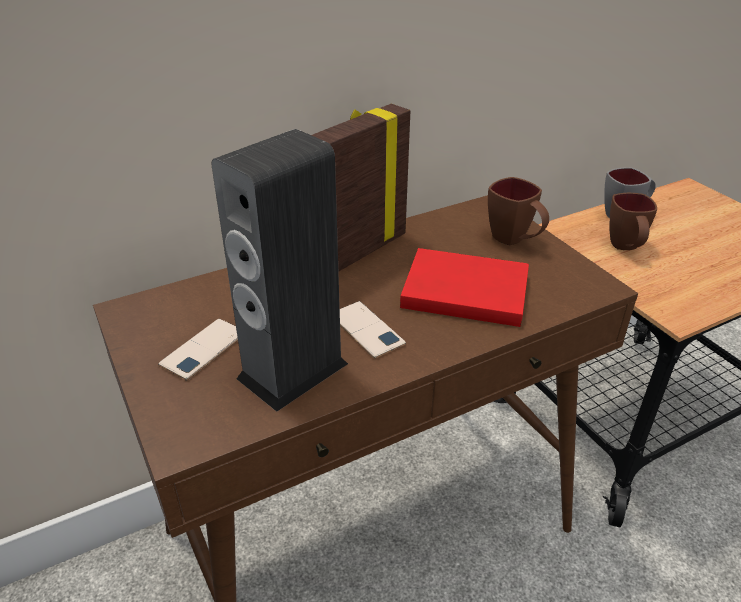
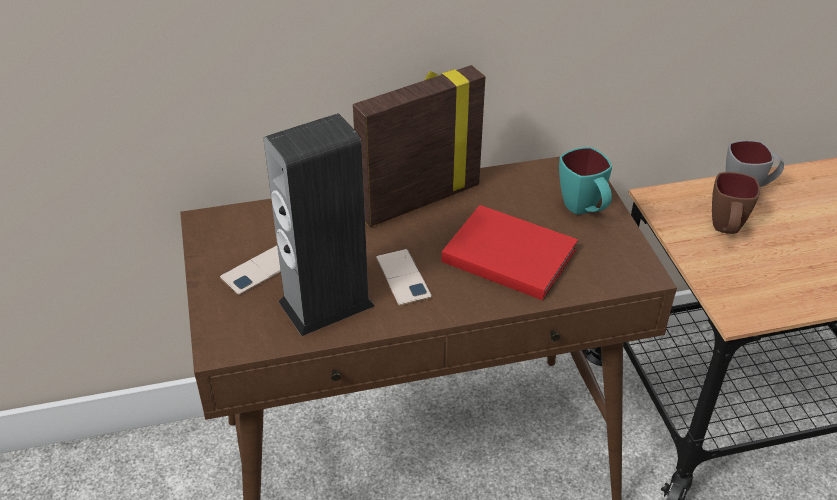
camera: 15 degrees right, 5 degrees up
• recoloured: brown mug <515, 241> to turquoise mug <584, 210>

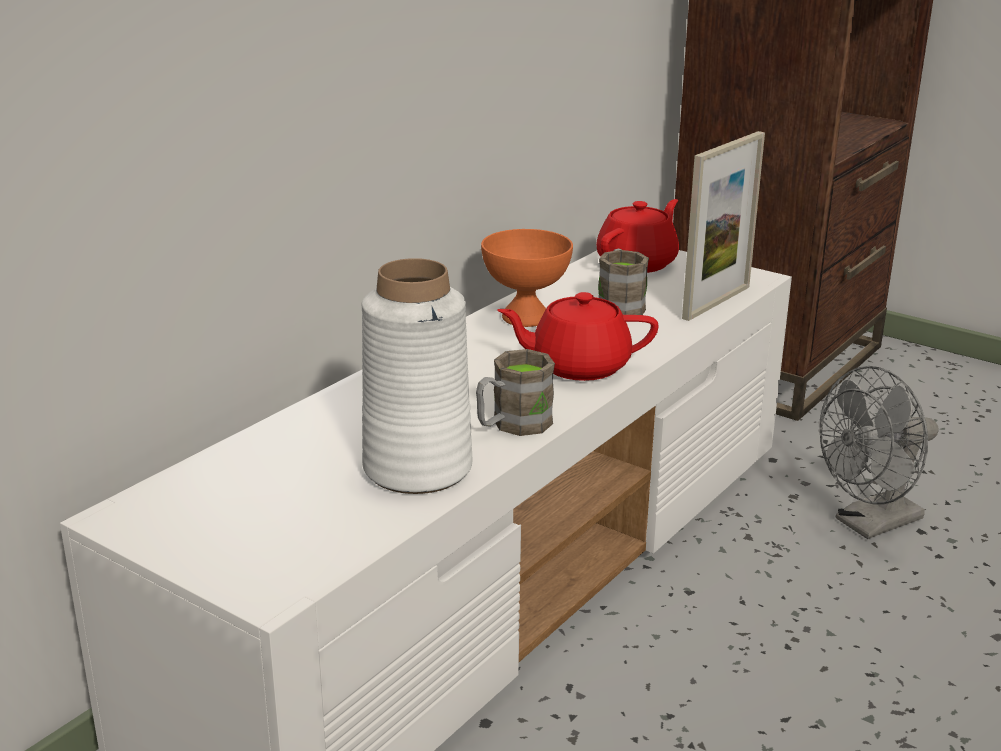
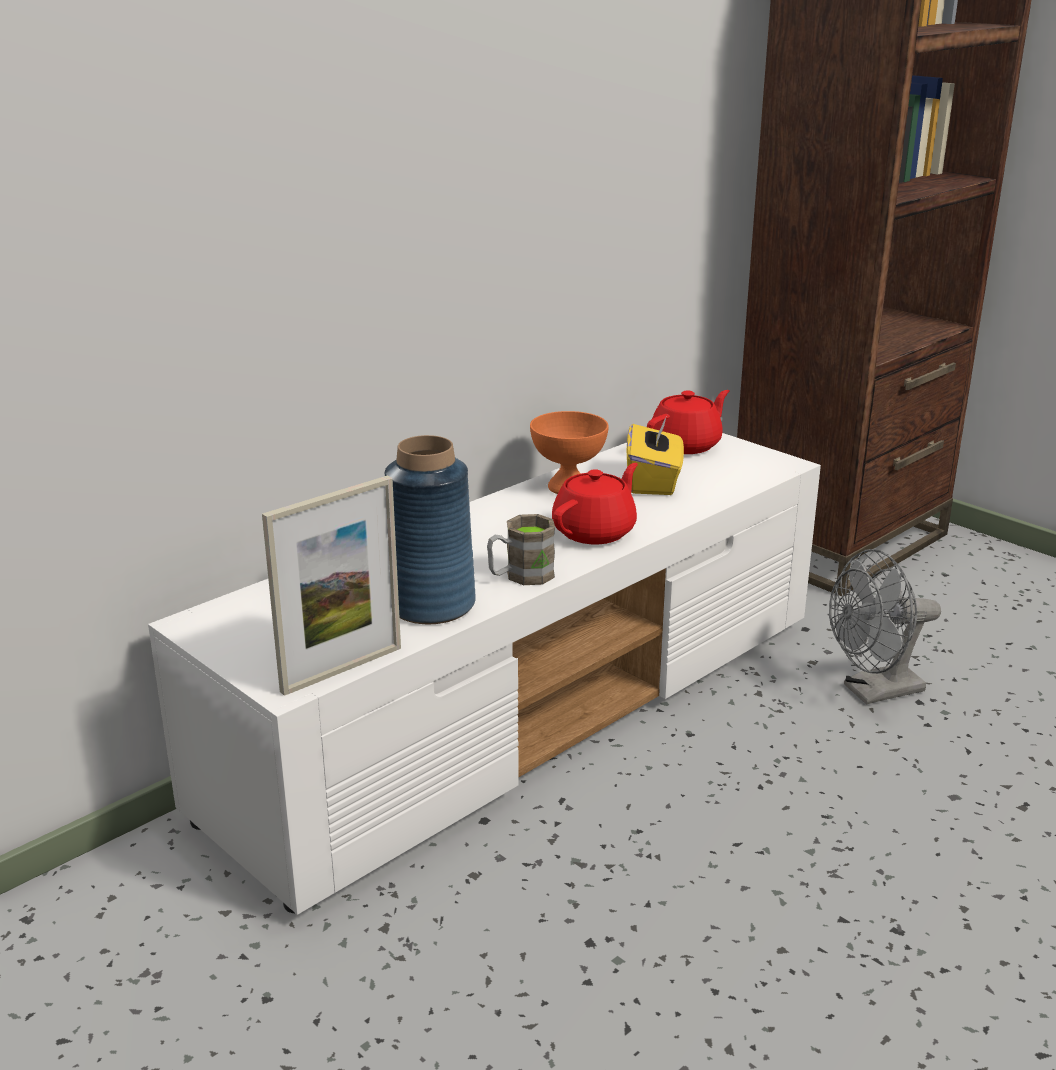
camera: 10 degrees right, 0 degrees up
• moved: picture frame <716, 302> to <342, 669>
• replaced: brown mug <619, 305> to yellow tissue box <653, 482>
• recoloured: white vase <417, 468> to blue vase <431, 604>
• turned: red teapot <578, 366> = <595, 531> 120 degrees clockwise

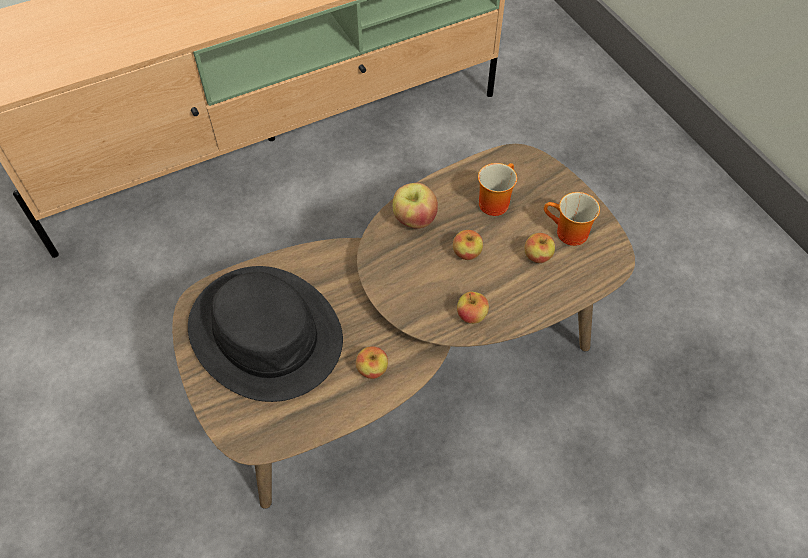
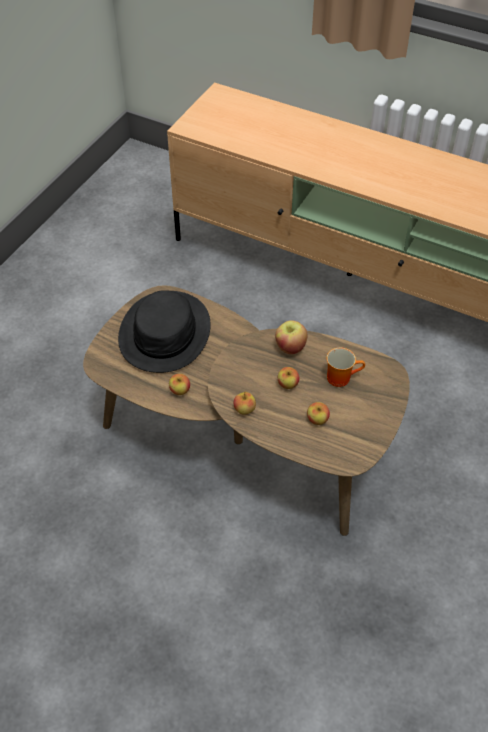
camera: 55 degrees right, 5 degrees down
• removed: mug <567, 234>

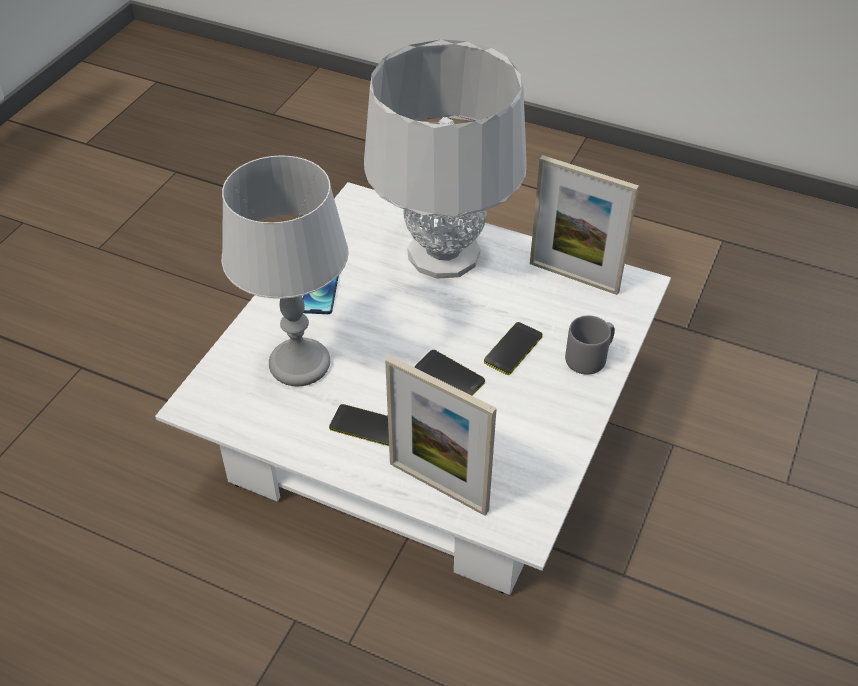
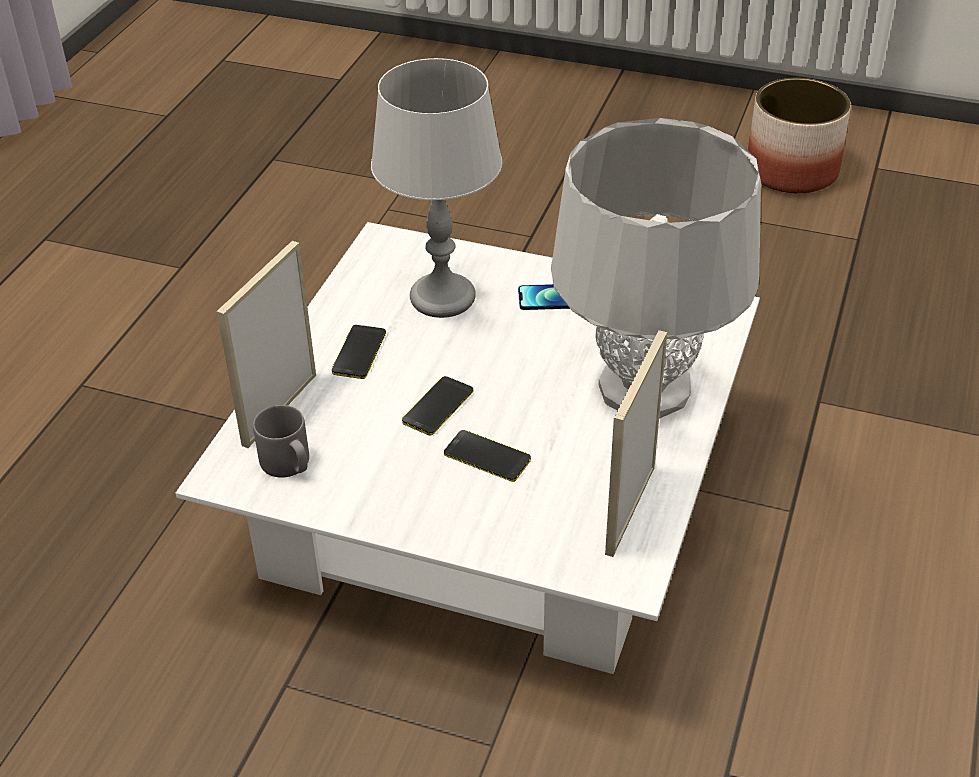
camera: 85 degrees right, 5 degrees down
• added: planter <792, 171>
• moved: grey mug <589, 358> to <288, 465>

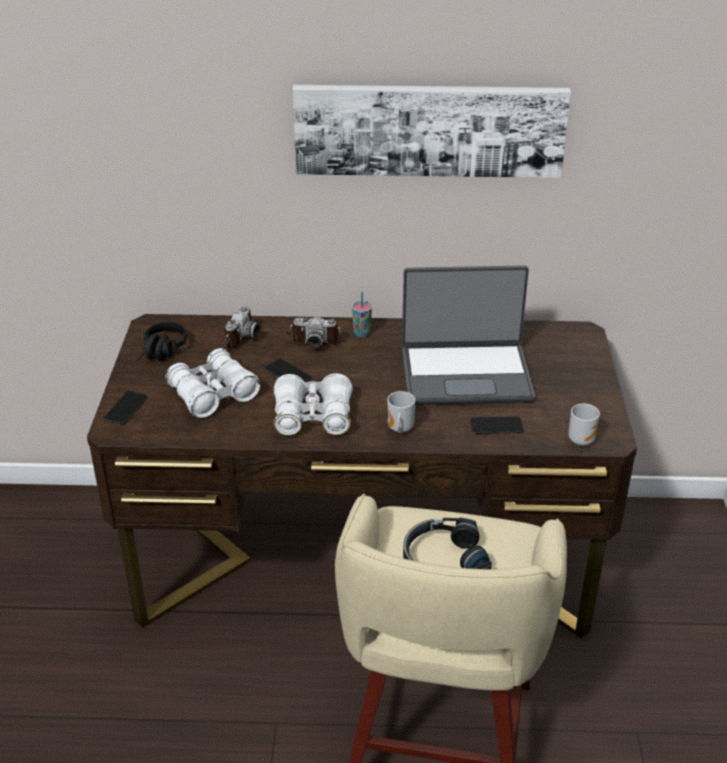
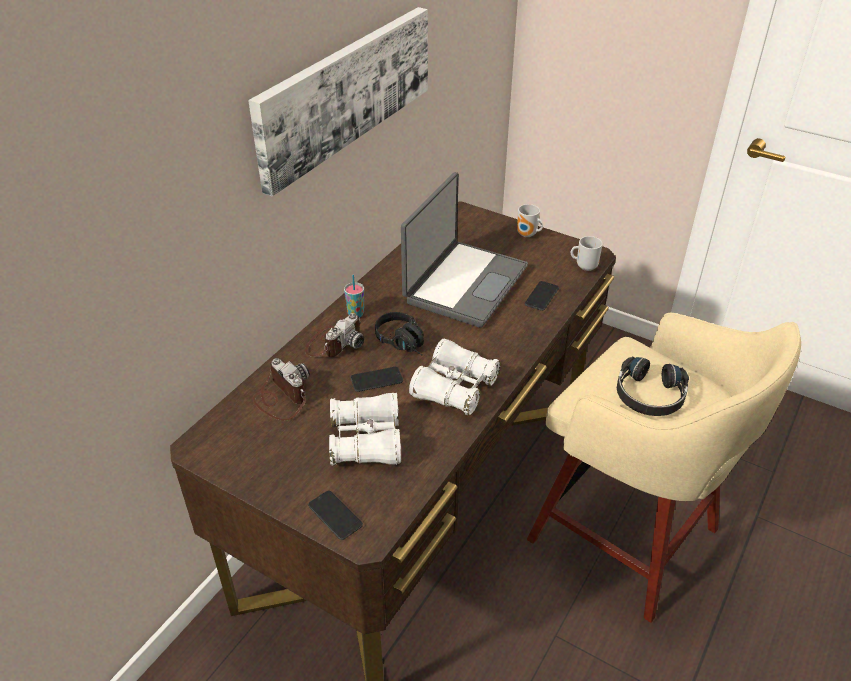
camera: 60 degrees left, 5 degrees up
• moved: black headphones <161, 353> to <405, 343>
• moved: mug <399, 429> to <527, 235>

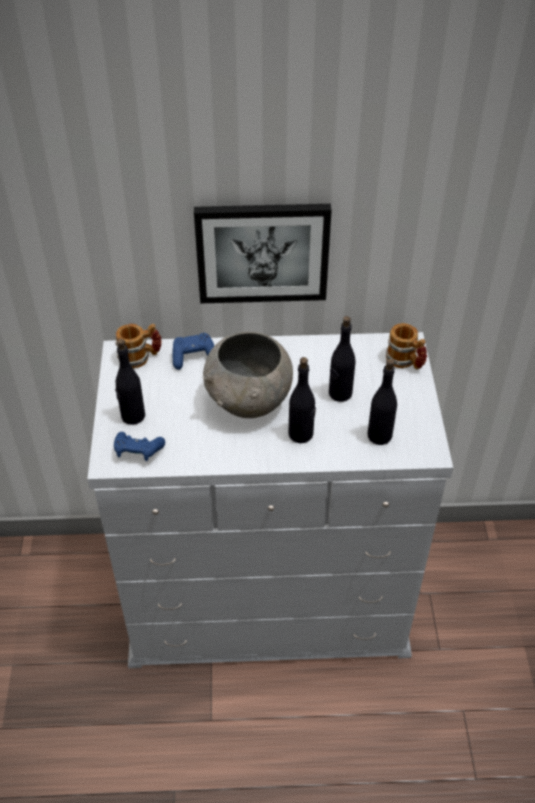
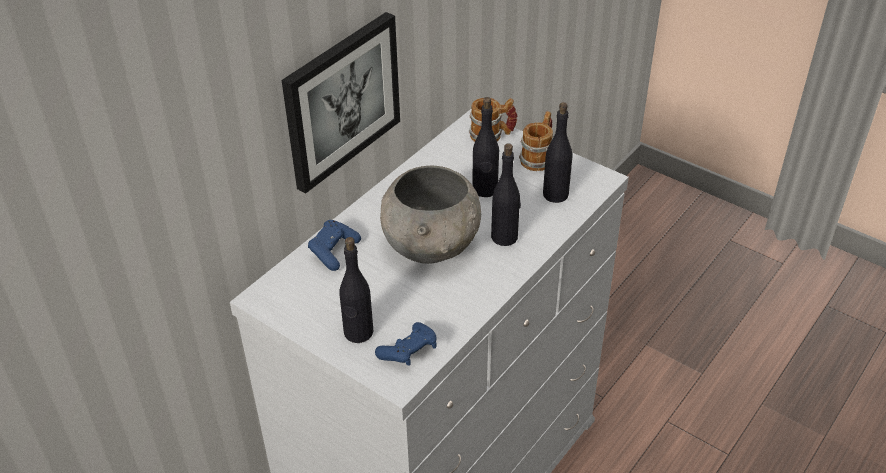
camera: 50 degrees left, 5 degrees down
• moved: mug <140, 357> to <538, 157>

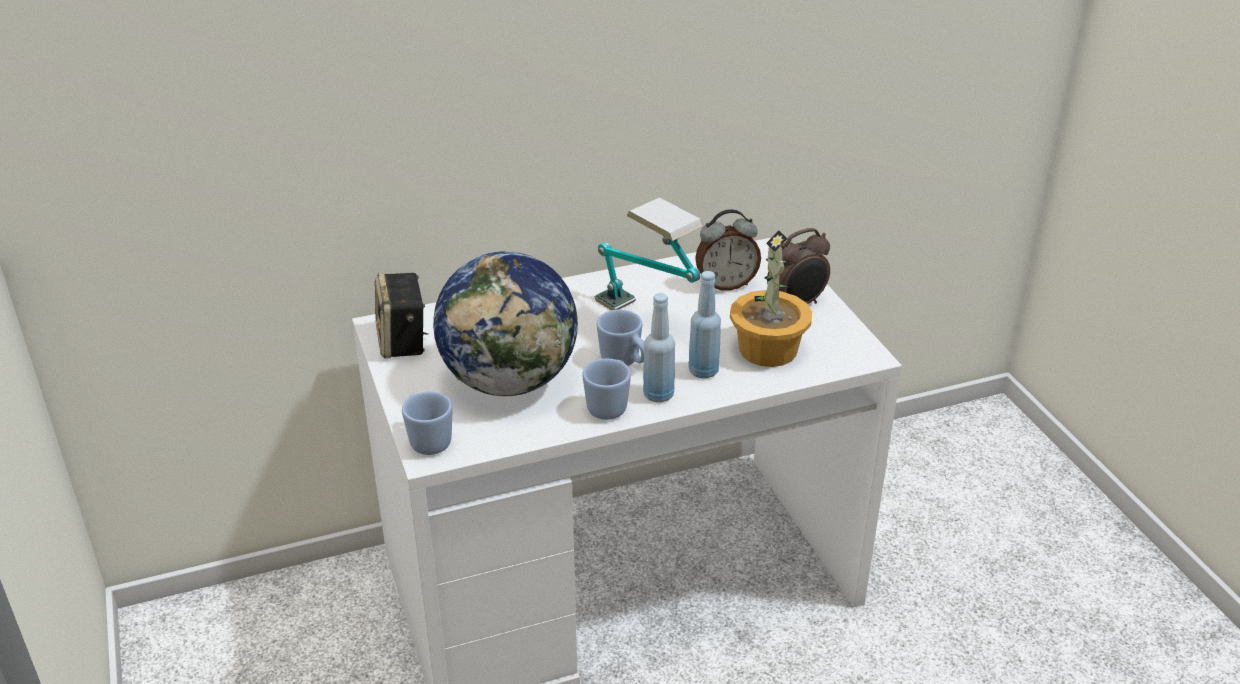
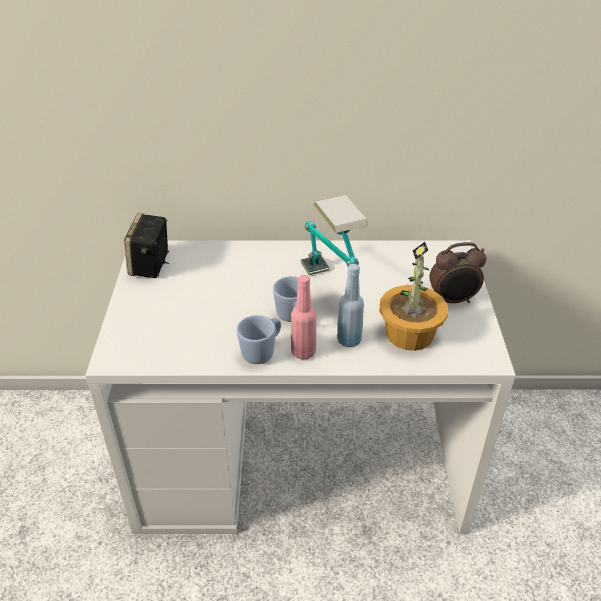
camera: 20 degrees right, 5 degrees up
• removed: blue mug <427, 440>
• removed: globe <510, 381>
• removed: alarm clock <726, 284>
• recoloured: blue bottle <658, 395> to pink bottle <303, 352>

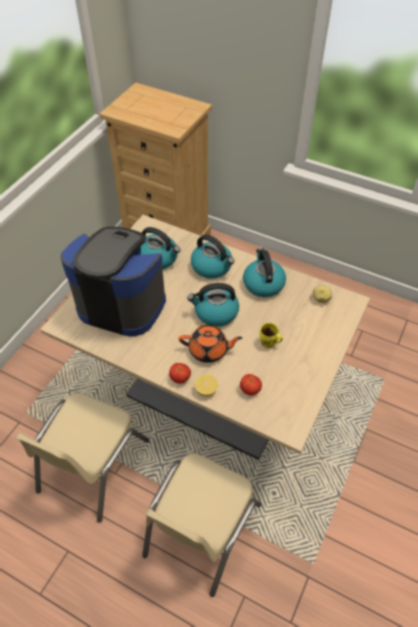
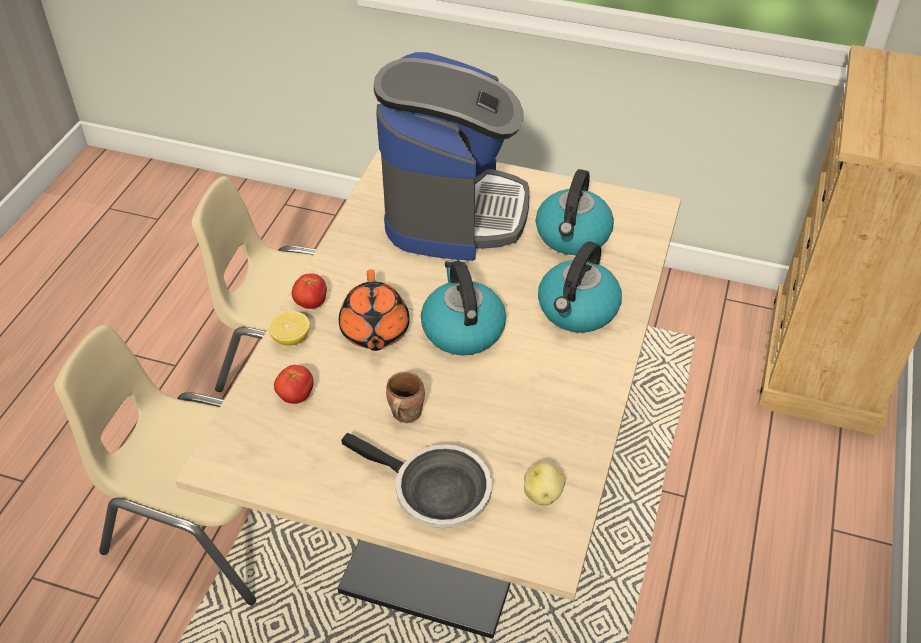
camera: 80 degrees right, 5 degrees down
• removed: kettle <263, 283>
• added: frying pan <434, 492>
• recoloured: yellow mug <268, 343> to brown mug <404, 413>

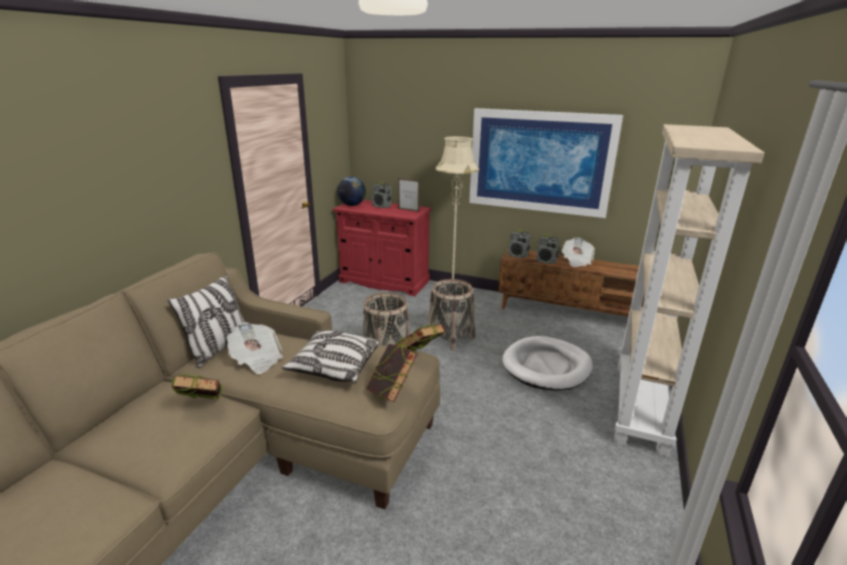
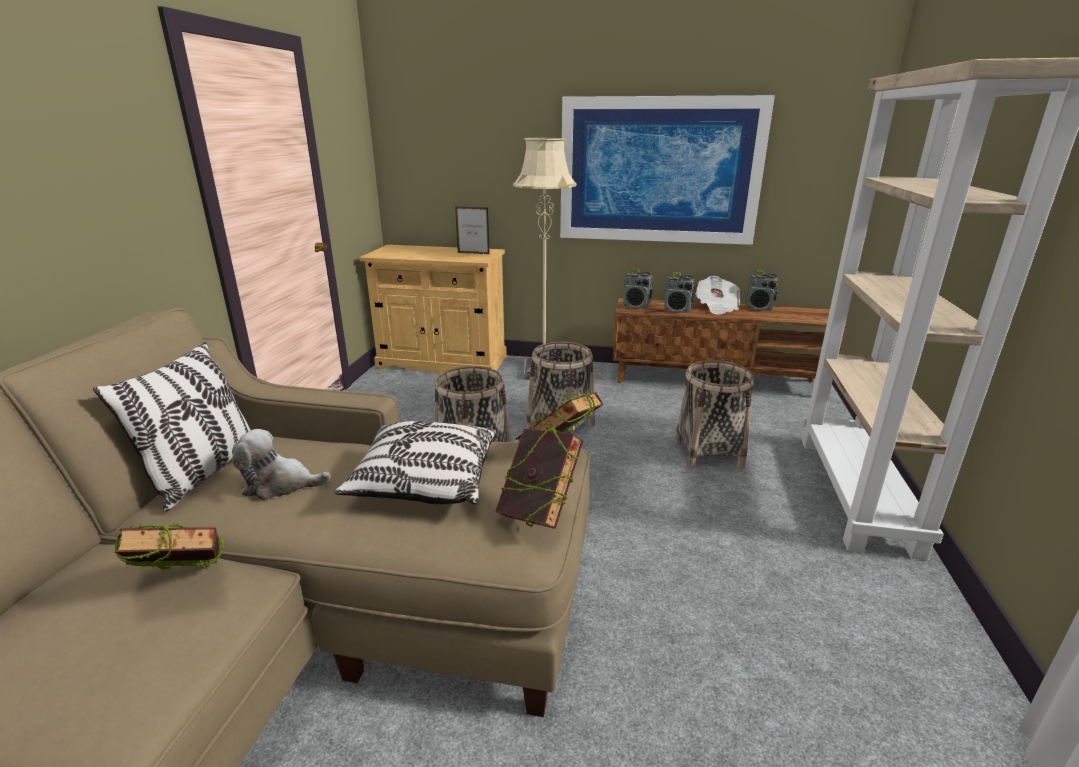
camera: 10 degrees left, 0 degrees up
• removed: globe <352, 205>
• moved: radio <382, 206> to <759, 308>
• replaced: newspaper <257, 359> to plush toy <280, 485>
• replaced: white dog bed <546, 366> to basket <709, 453>
• recoloured: red cabinet <384, 281> to beige cabinet <442, 362>

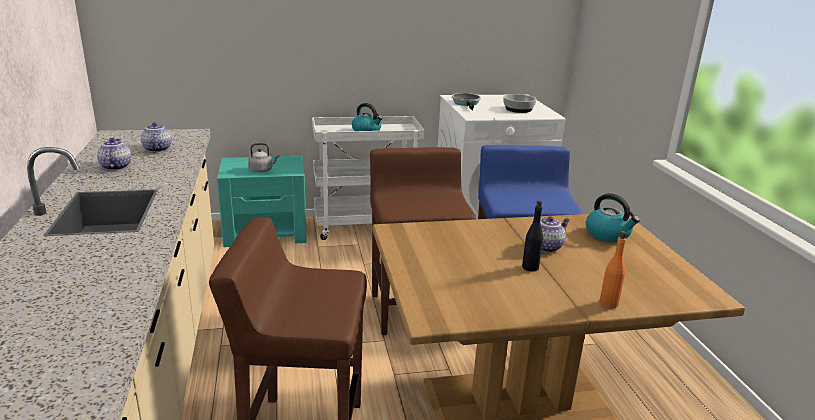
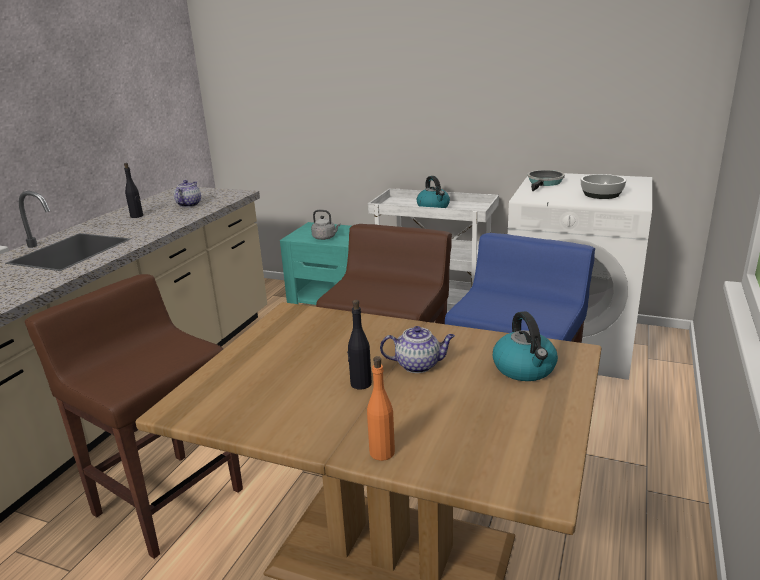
camera: 35 degrees right, 0 degrees up
• replaced: teapot <115, 166> to black bottle <137, 216>

